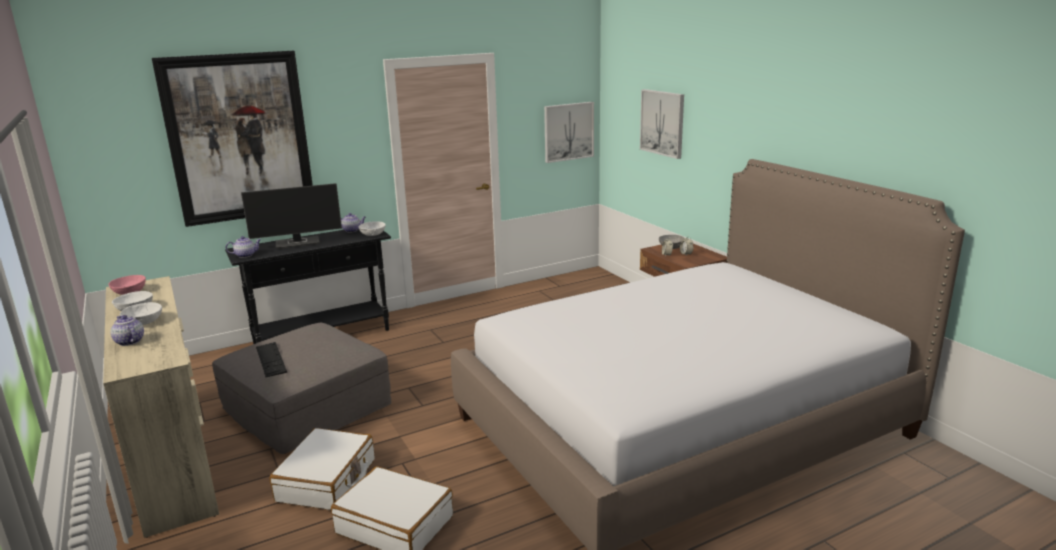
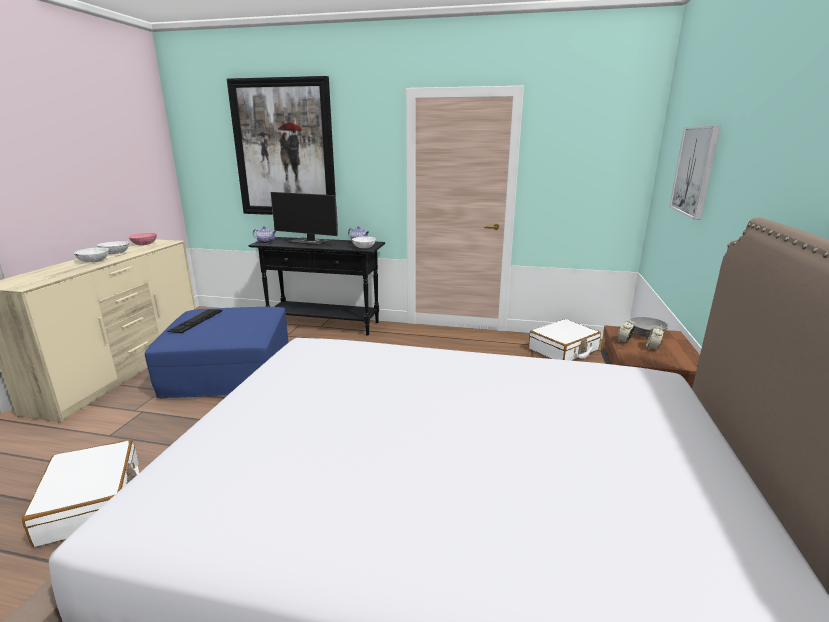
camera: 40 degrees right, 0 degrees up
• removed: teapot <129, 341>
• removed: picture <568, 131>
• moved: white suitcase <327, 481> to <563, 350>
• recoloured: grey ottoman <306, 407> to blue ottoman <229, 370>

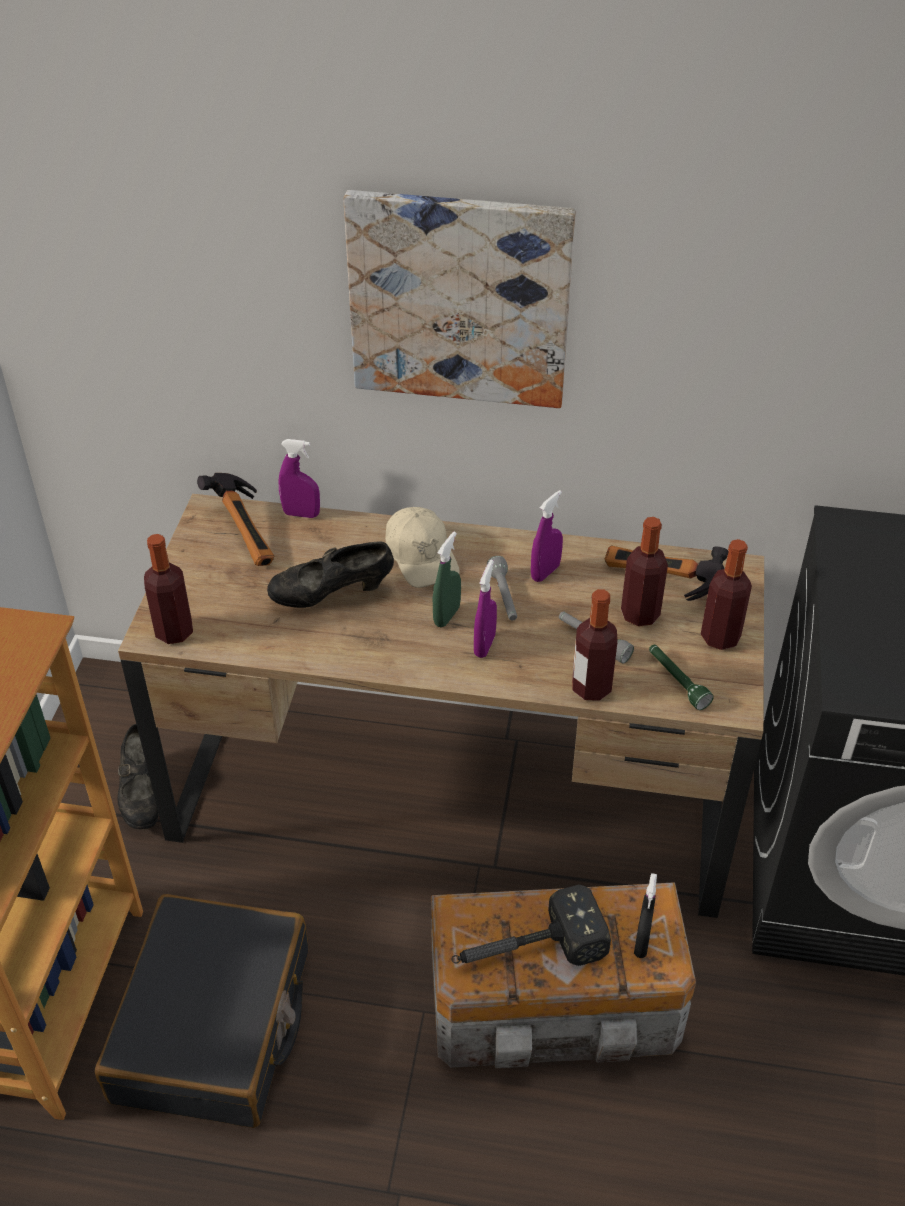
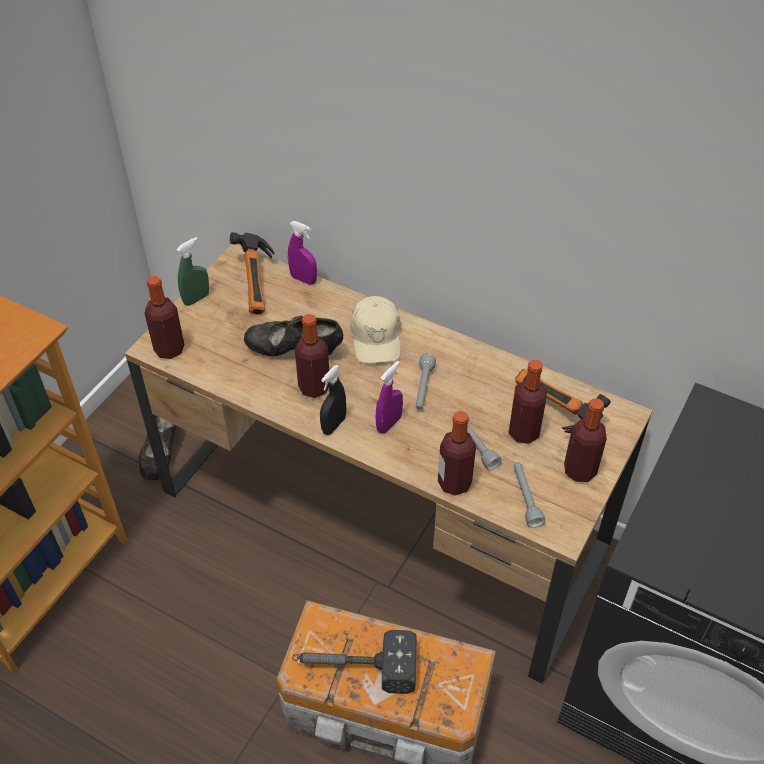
camera: 20 degrees right, 5 degrees up
• removed: black suitcase <214, 1026>
• removed: picture <460, 299>
• removed: purple spray bottle <545, 572>
• added: bottle <314, 387>
• moved: green spray bottle <447, 616> to <196, 299>
• moved: black spray bottle <642, 942> to <334, 425>
• recoloured: green flashlight <676, 681> to grey flashlight <525, 497>

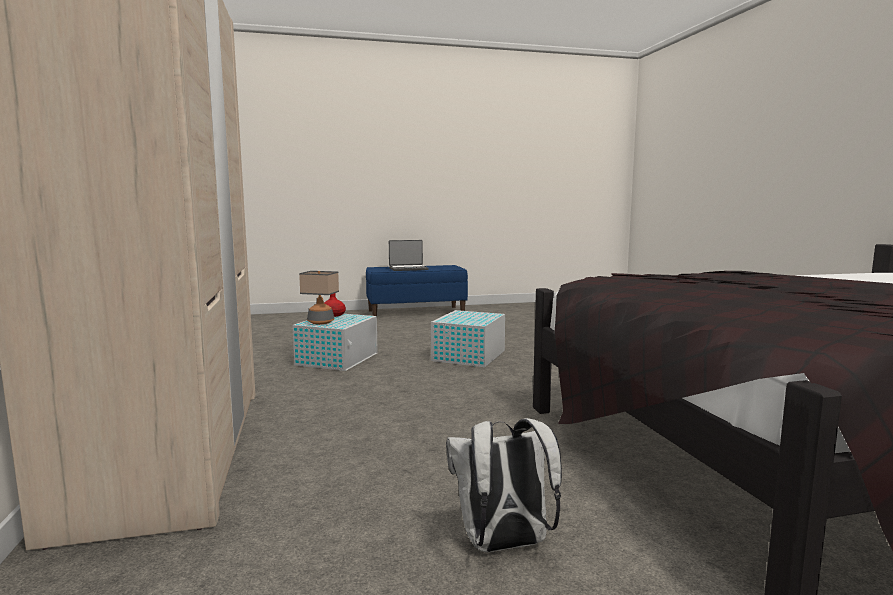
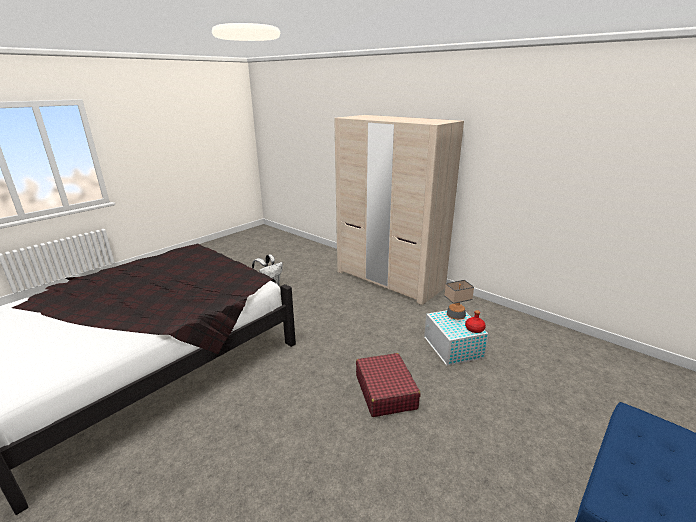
camera: 145 degrees right, 15 degrees up
• removed: laptop <408, 269>
• replaced: white storage box <468, 356> to red suitcase <385, 391>

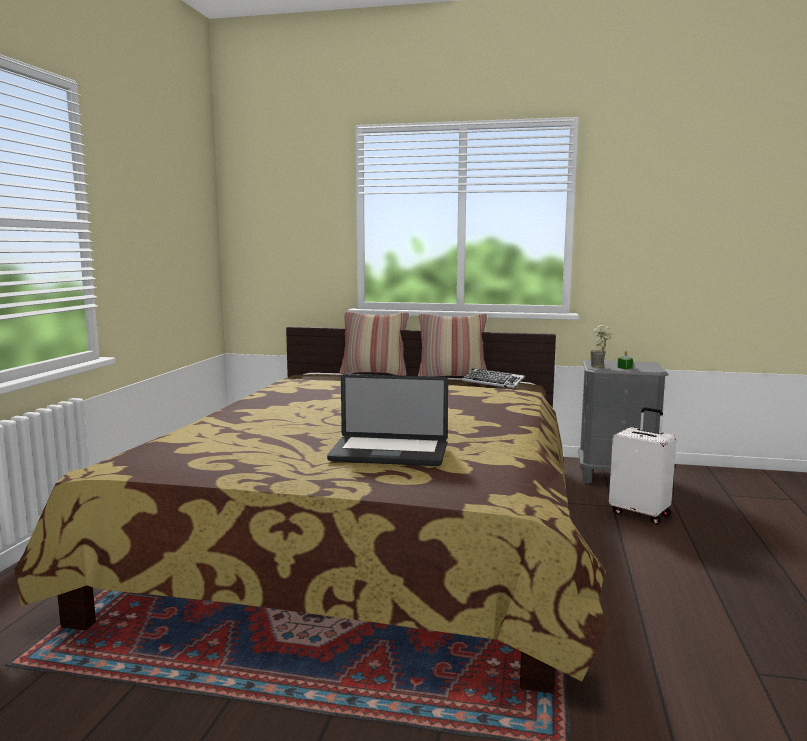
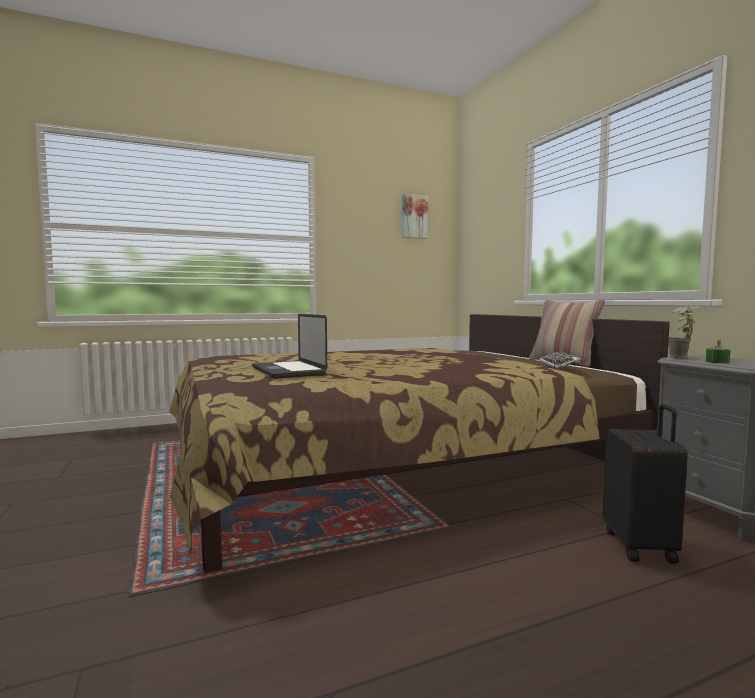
camera: 55 degrees right, 5 degrees down
• removed: pillow <374, 373>
• added: picture <414, 217>
• recoloured: white suitcase <640, 513> to black suitcase <641, 546>

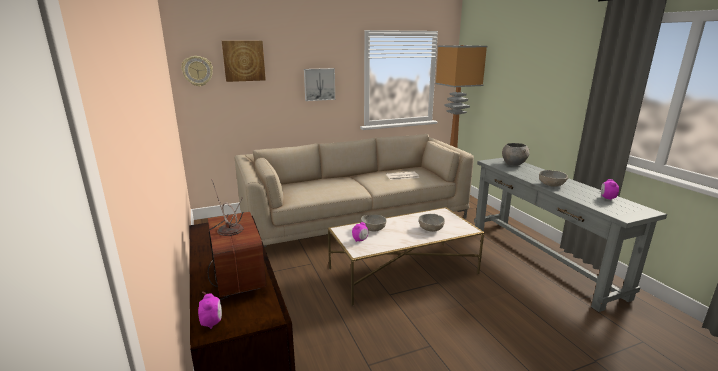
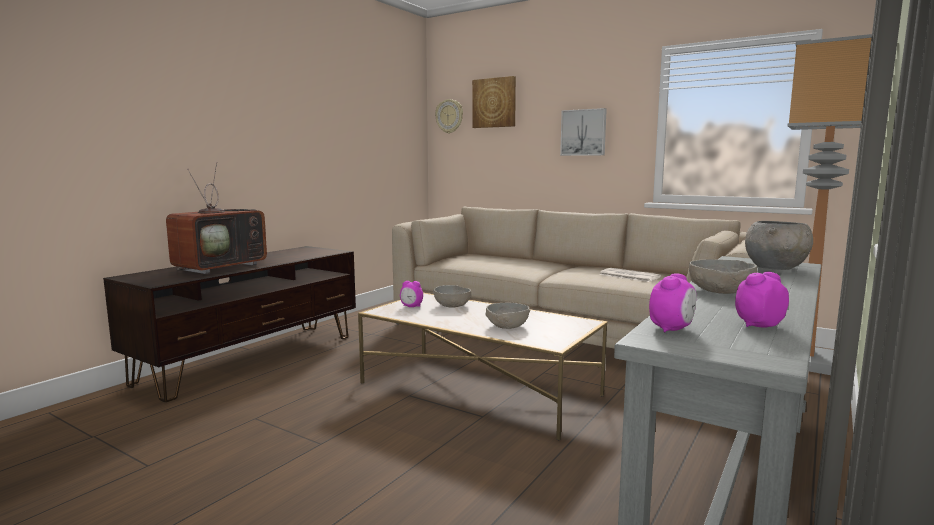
camera: 55 degrees right, 10 degrees down
• moved: alarm clock <212, 323> to <671, 329>

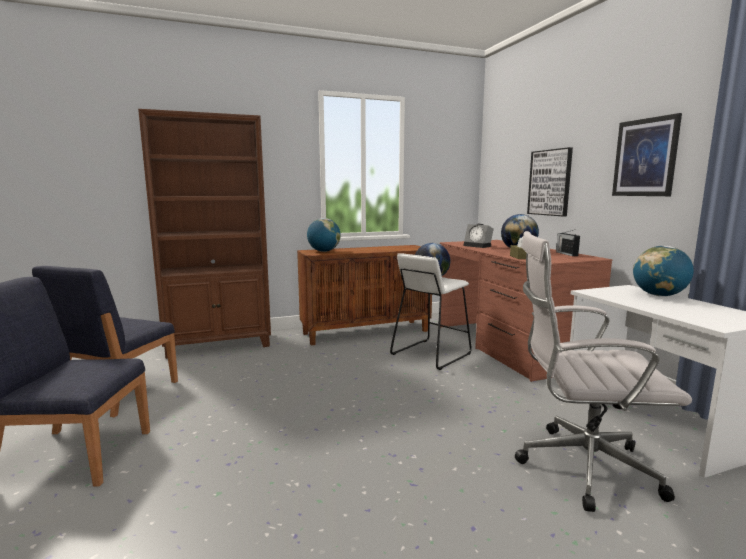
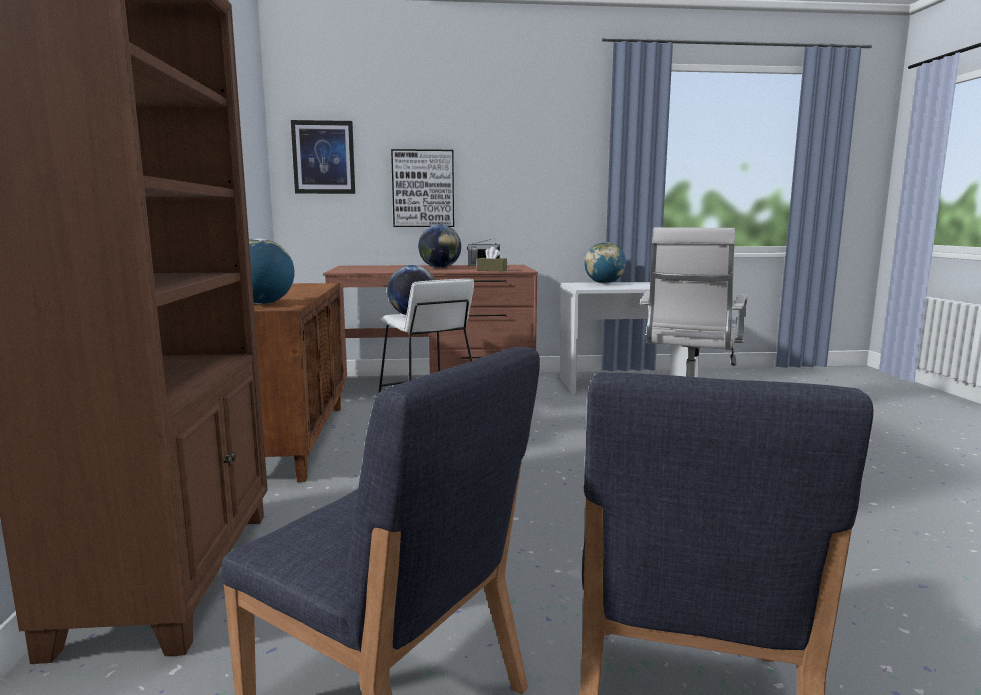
camera: 75 degrees left, 0 degrees up
• removed: alarm clock <478, 246>
• moved: picture <645, 157> to <323, 157>

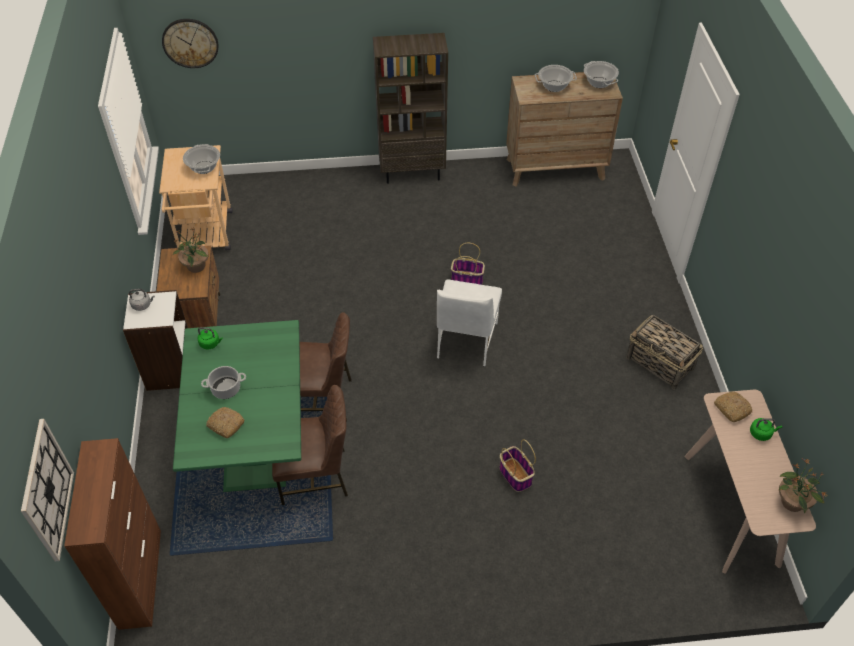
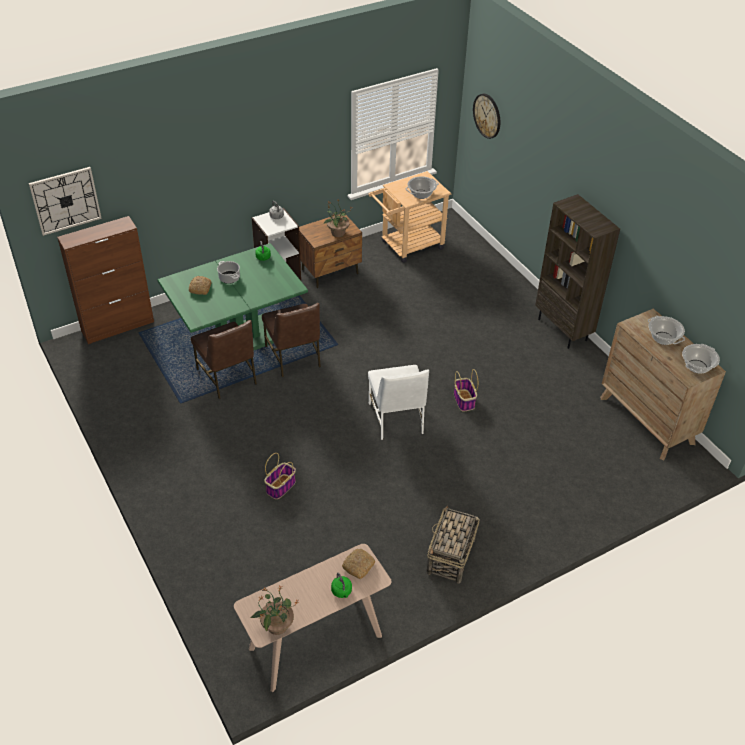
camera: 65 degrees right, 5 degrees down
• turned: white chair <465, 341> = <396, 419> 90 degrees counterclockwise

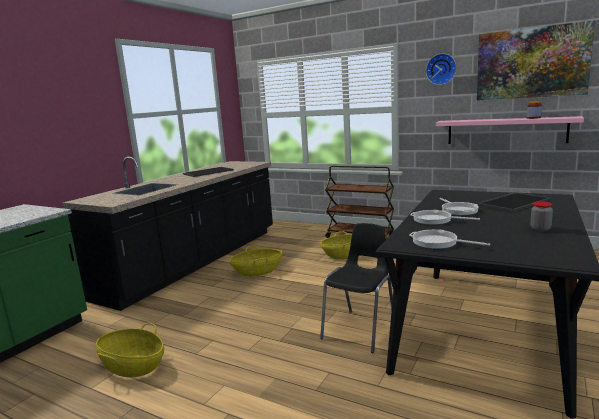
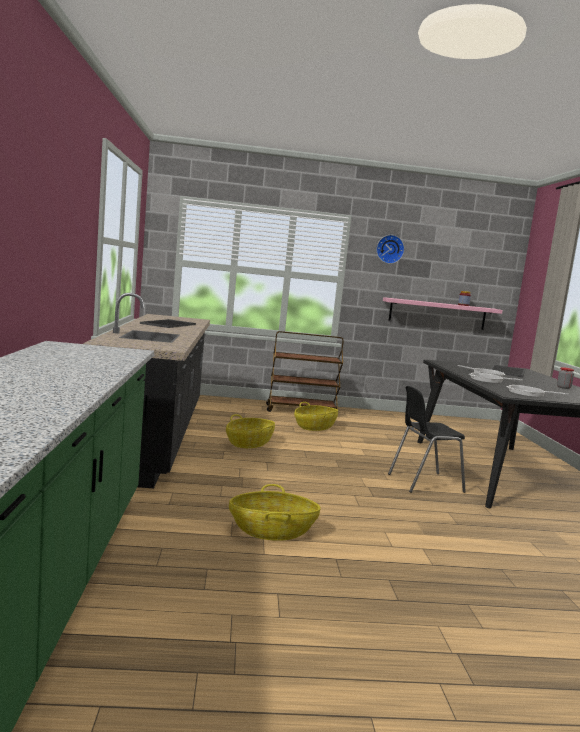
camera: 35 degrees left, 5 degrees down
• removed: picture <531, 63>
• turned: black chair <360, 330> = <424, 483> 105 degrees counterclockwise

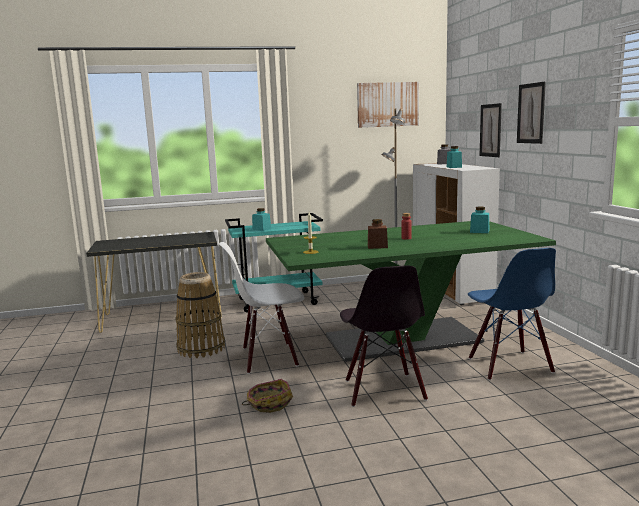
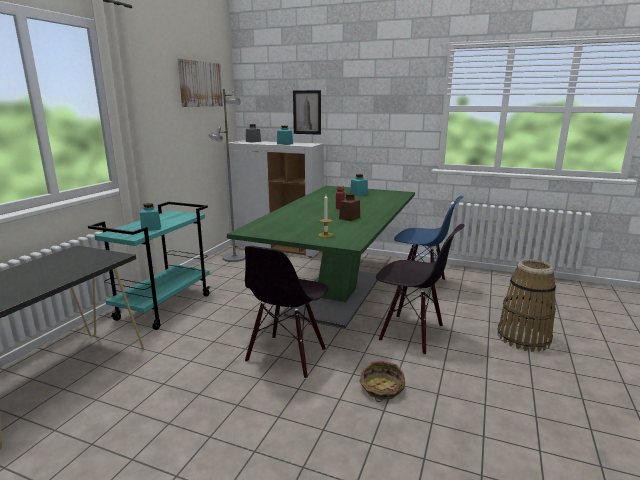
camera: 55 degrees left, 5 degrees up
• removed: picture <531, 113>
• moved: basket <201, 348> to <523, 338>
• recoloured: white chair <269, 357> to black chair <287, 356>

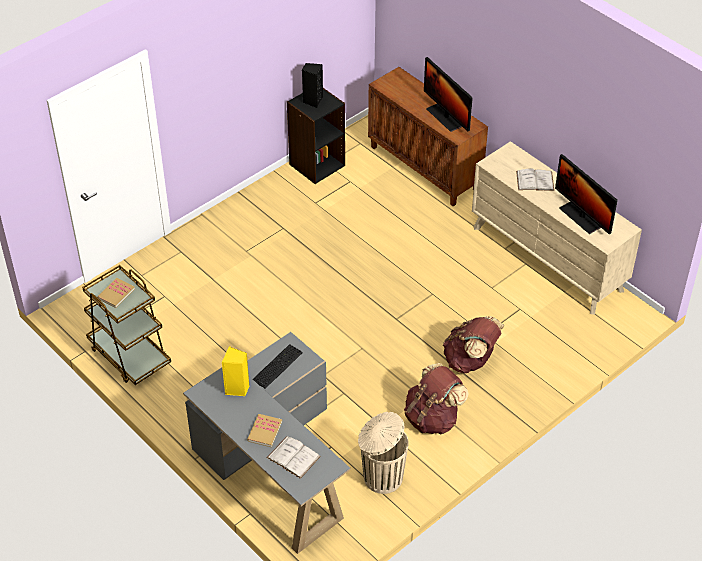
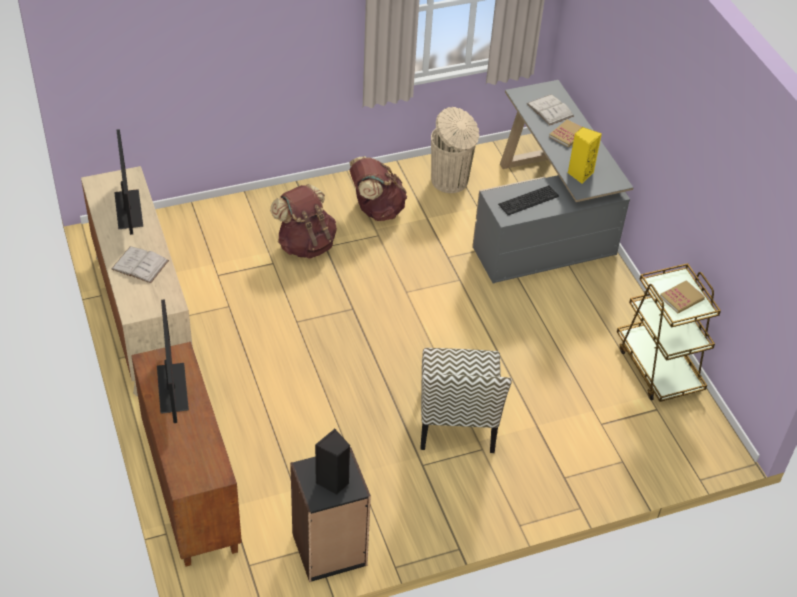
camera: 160 degrees left, 0 degrees up
• added: chair <457, 420>

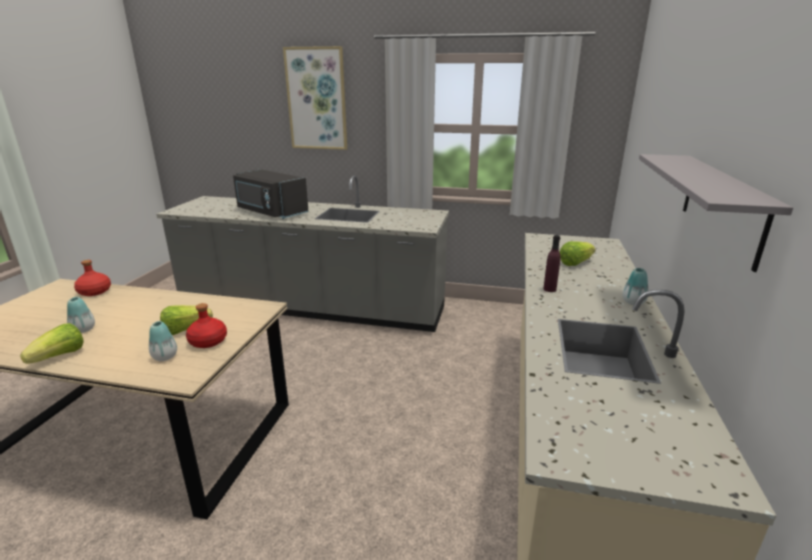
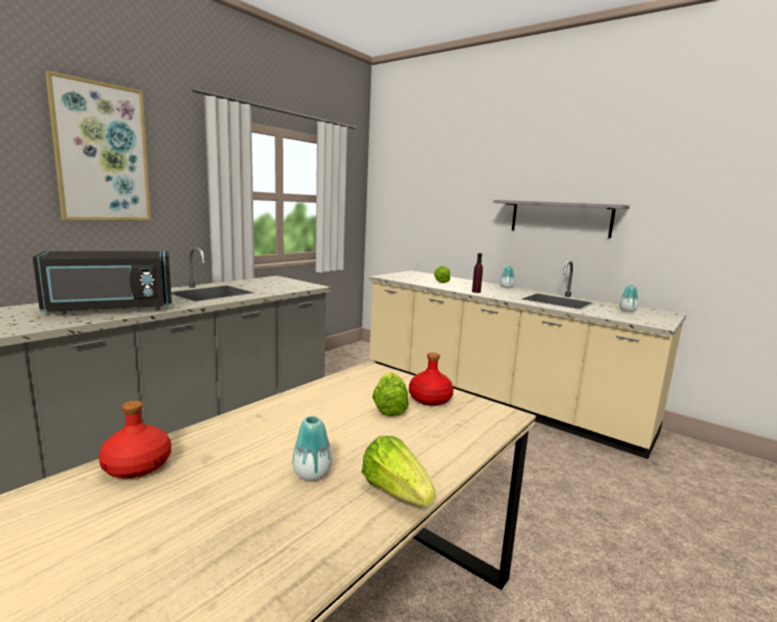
camera: 65 degrees left, 10 degrees down
• moved: vase <165, 357> to <627, 310>

